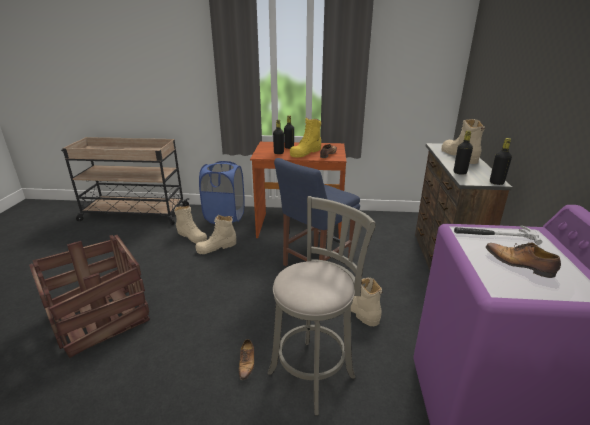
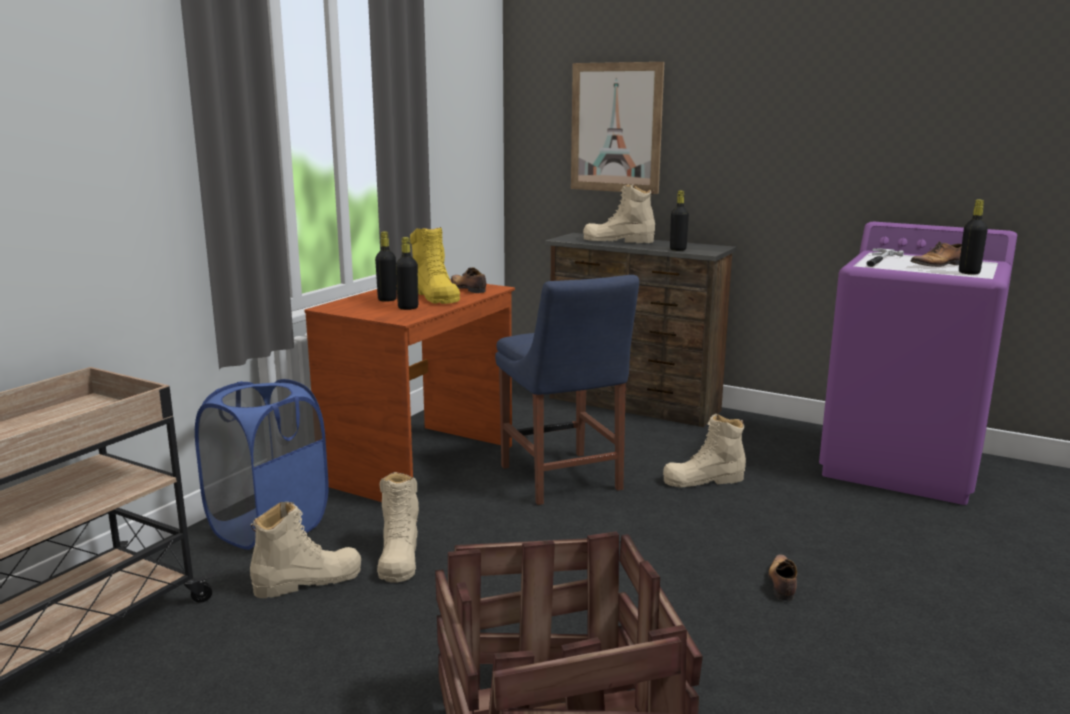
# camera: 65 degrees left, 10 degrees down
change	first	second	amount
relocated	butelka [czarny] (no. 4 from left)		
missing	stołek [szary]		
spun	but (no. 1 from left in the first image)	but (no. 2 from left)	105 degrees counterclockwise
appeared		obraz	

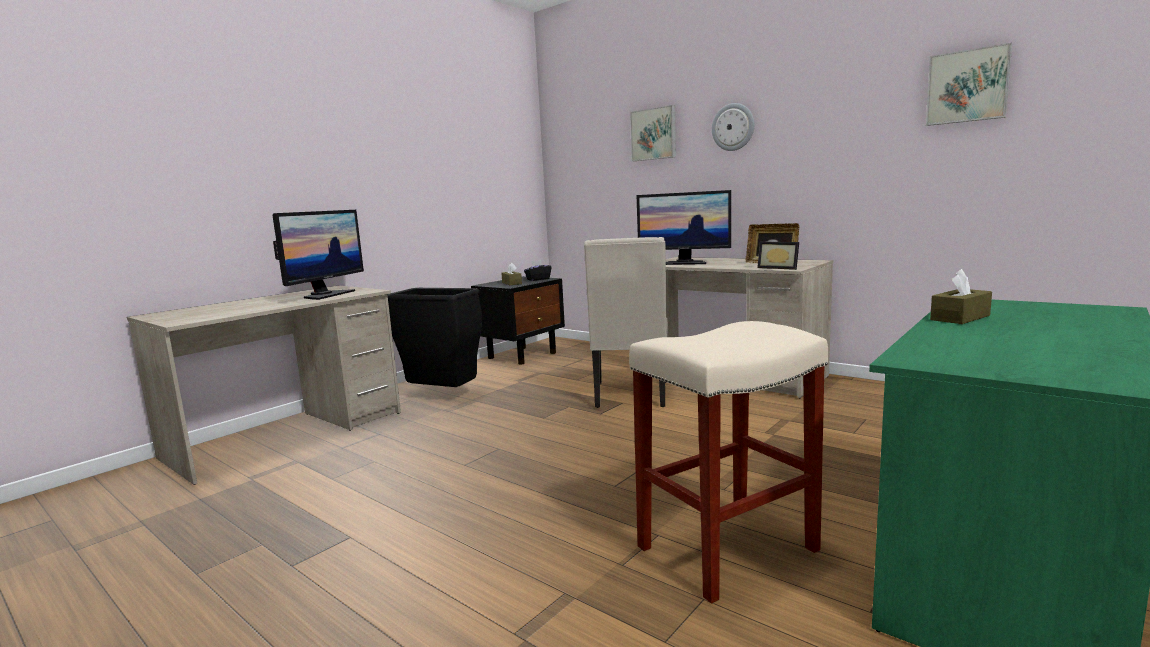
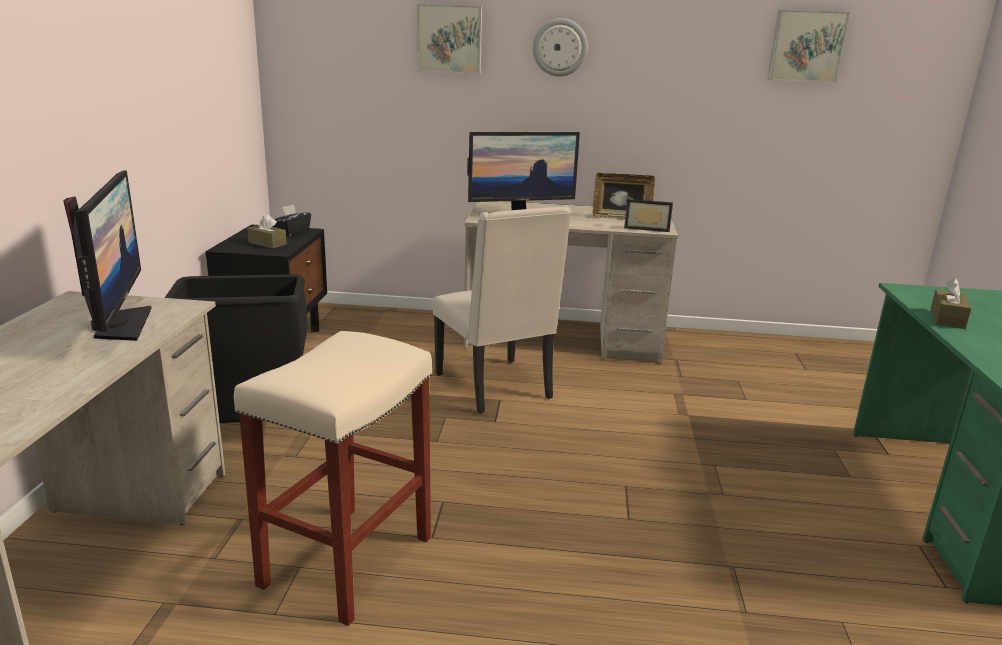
# camera: 35 degrees left, 10 degrees up
change	first	second	amount
relocated	stołek [beżowy]		

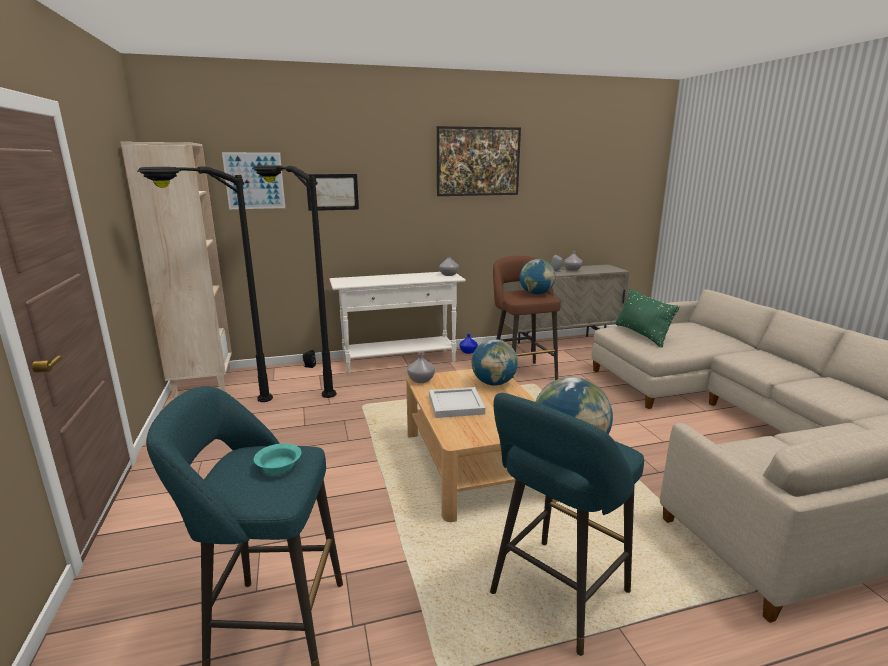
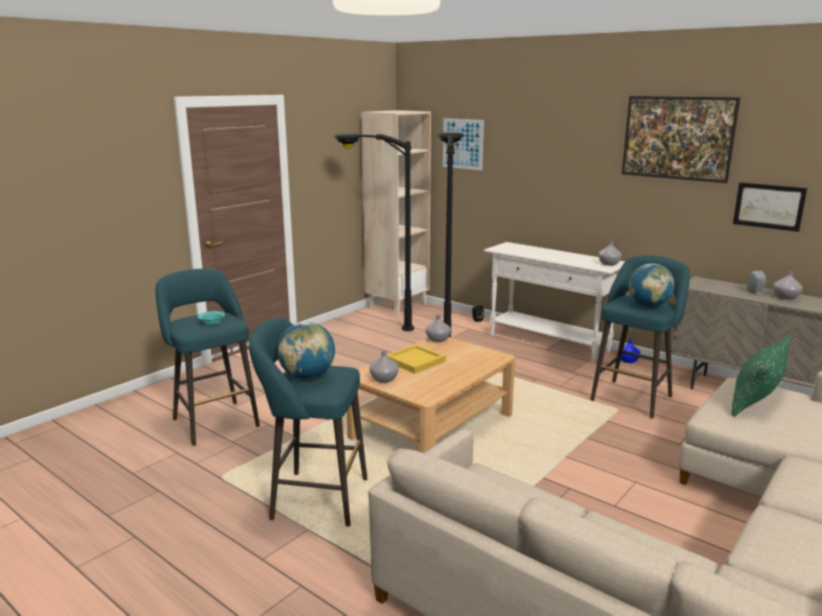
# camera: 55 degrees right, 0 degrees up
change	first	second	amount
relocated	obraz (no. 2 from left in the first image)	obraz (no. 3 from left)	
colour	stołek [brązowy]	stołek [turkusowy] (no. 3 from left)	
missing	globus (no. 1 from left)		
colour	taca [biały]	taca [żółty]	
appeared		wazon [szary] (no. 1 from left)	

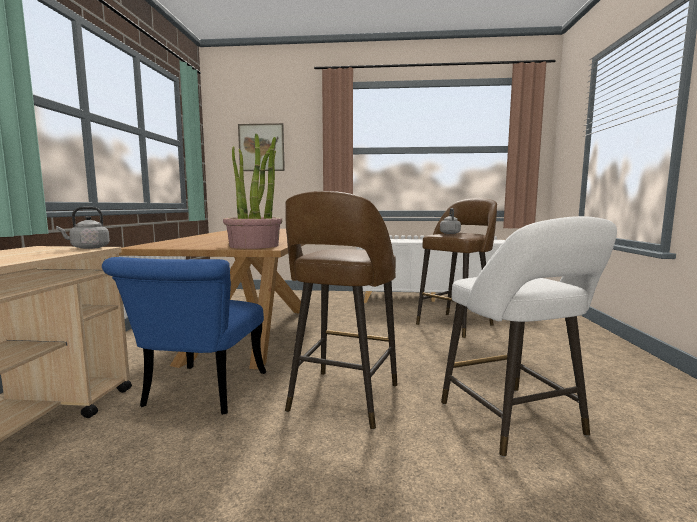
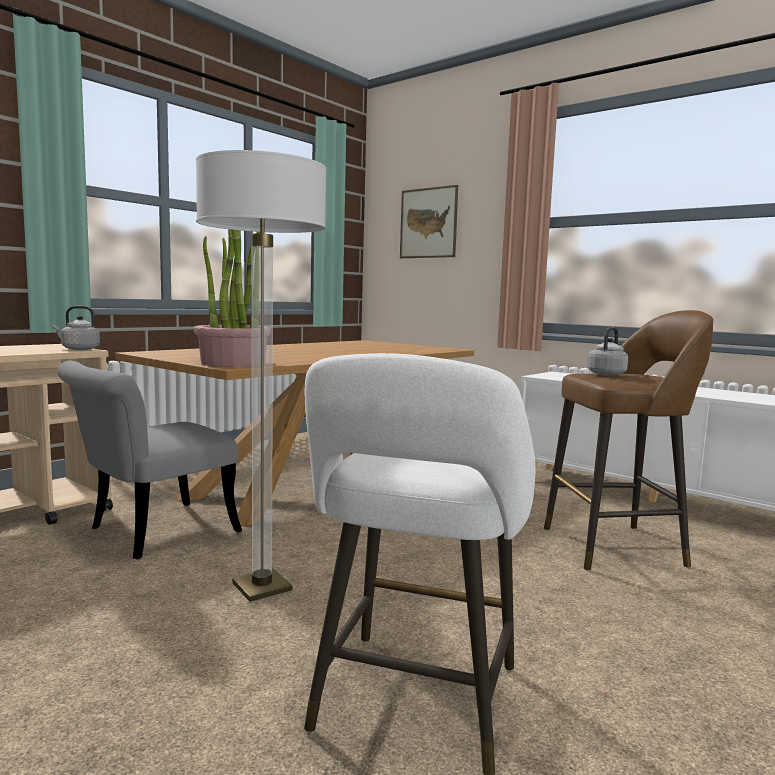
# camera: 35 degrees right, 0 degrees up
change	first	second	amount
exchanged	stołek [brązowy] (no. 1 from left)	lampa stojąca	
colour	krzesło [niebieski]	krzesło [szary]	

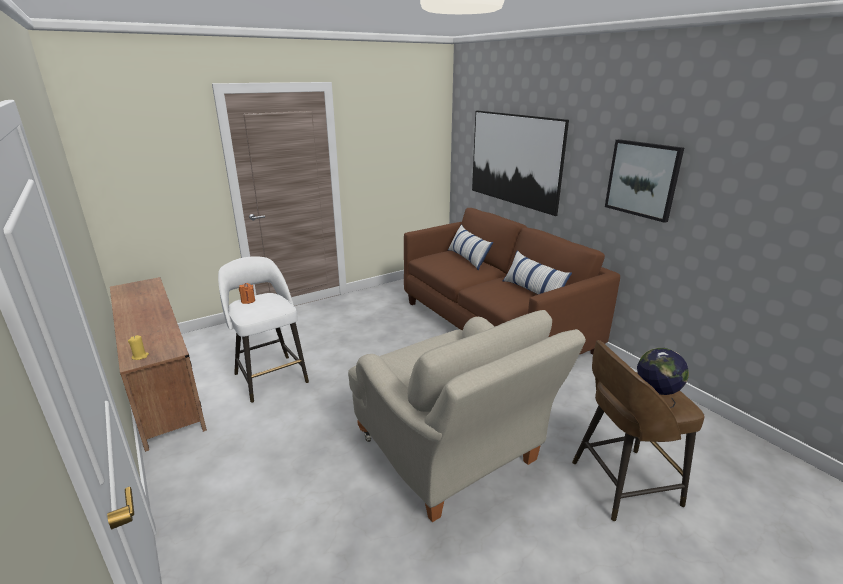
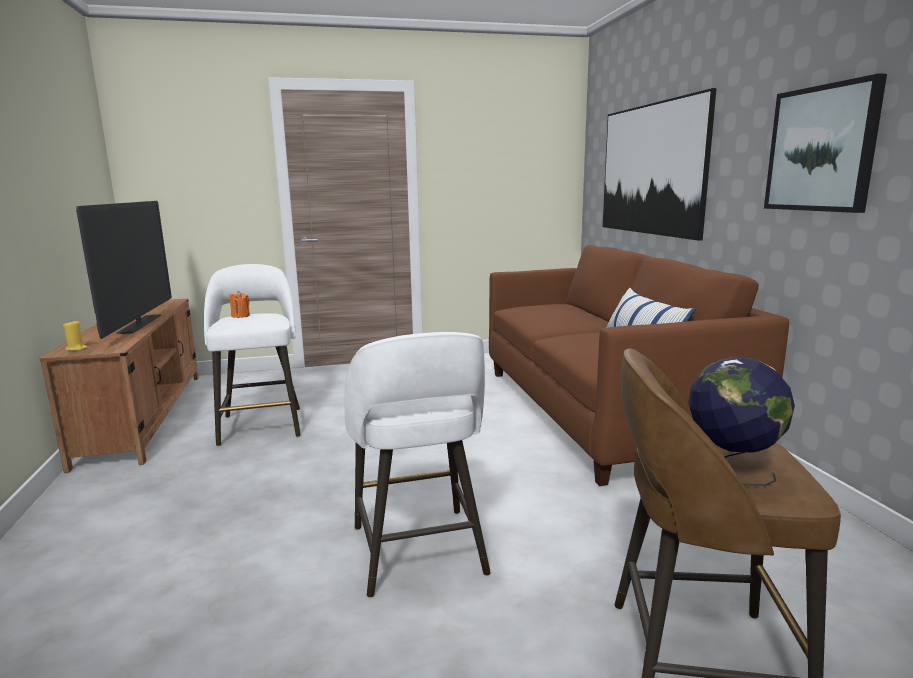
# camera: 20 degrees right, 10 degrees down
change	first	second	amount
missing	poduszka (no. 1 from left)		
exchanged	fotel [beżowy]	stołek [biały] (no. 2 from left)	
appeared		telewizor	

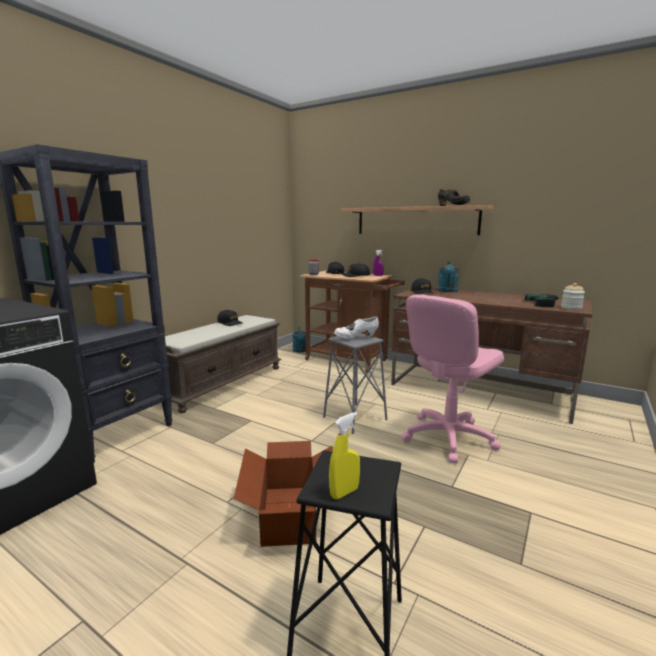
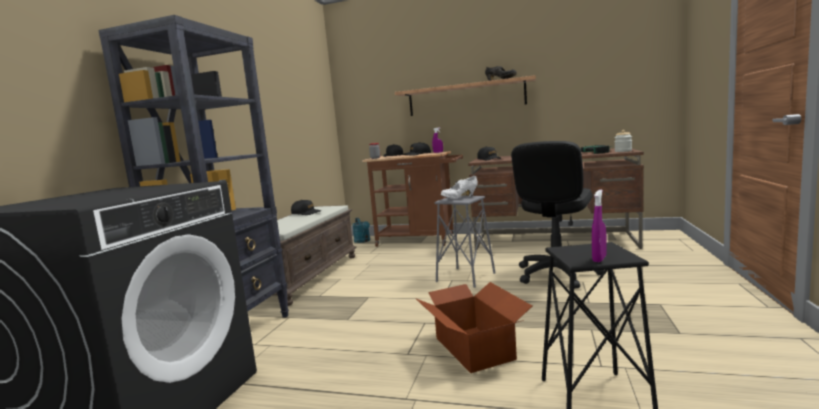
# camera: 15 degrees left, 5 degrees down
change	first	second	amount
missing	konewka [turkusowy] (no. 2 from left)		
colour	krzesło biurowe [różowy]	krzesło biurowe [czarny]	
colour	spryskiwacz [żółty]	spryskiwacz [fioletowy] (no. 2 from left)	

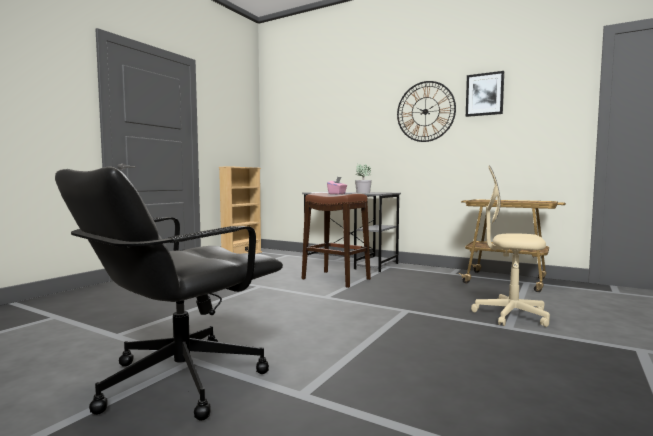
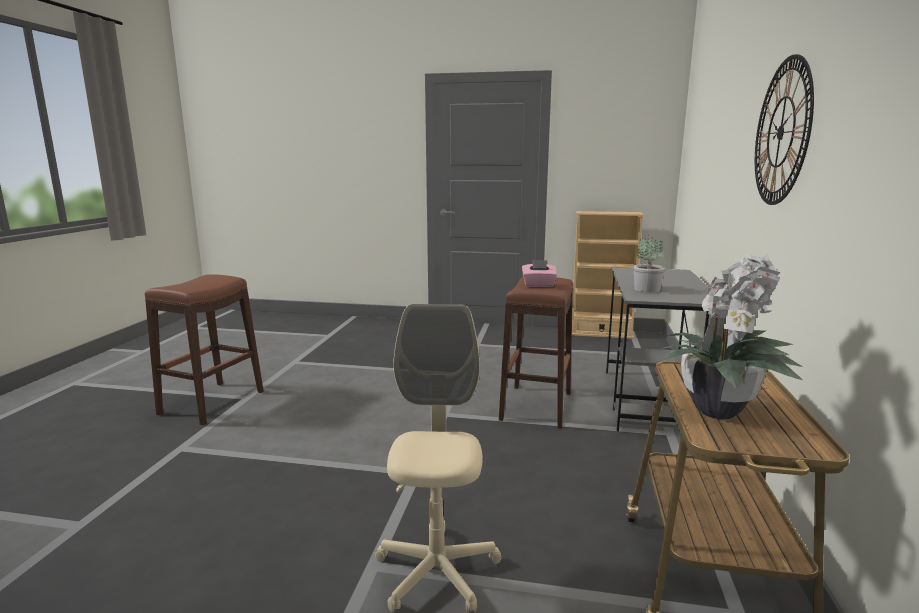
# camera: 70 degrees right, 10 degrees up
change	first	second	amount
missing	obraz		
exchanged	krzesło biurowe [czarny]	stołek [brązowy] (no. 1 from left)	
appeared		roślina doniczkowa (no. 2 from left)	

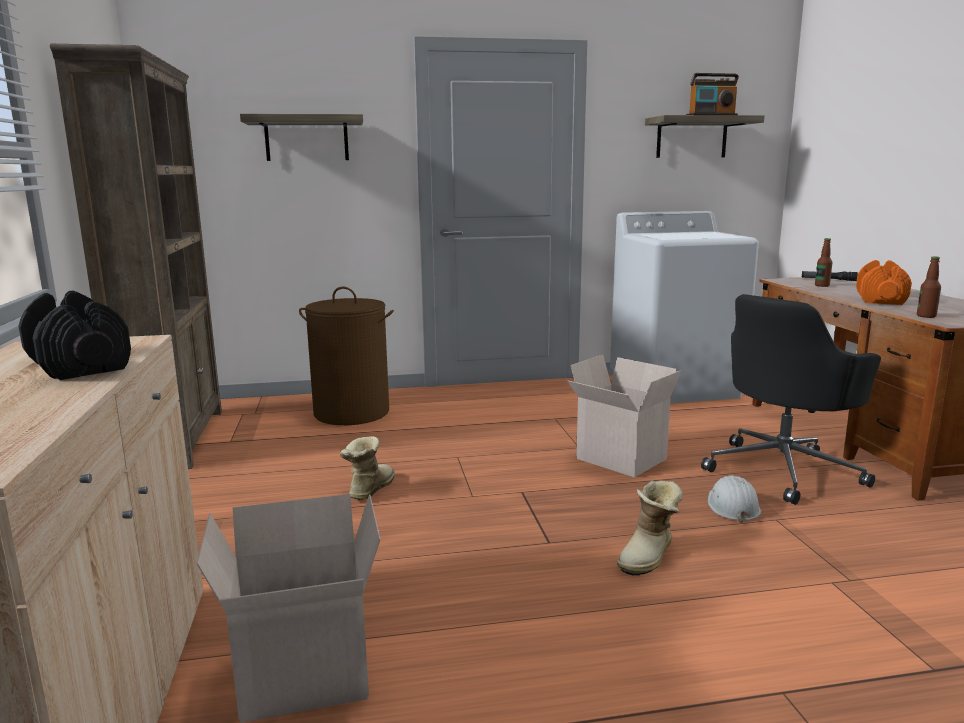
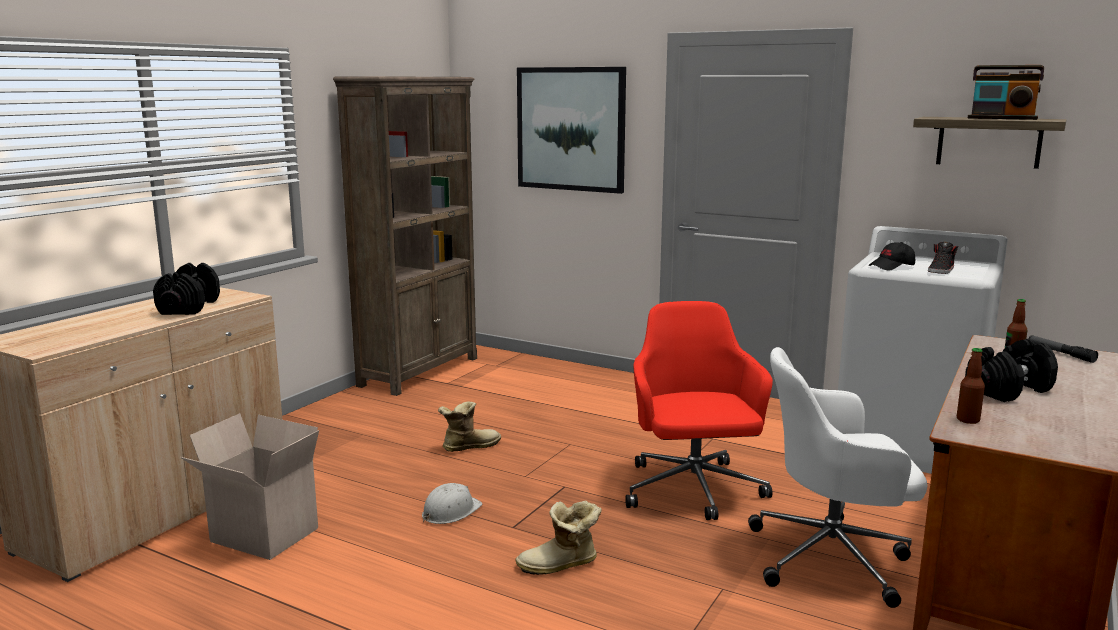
# camera: 40 degrees right, 0 degrees up
change	first	second	amount
exchanged	półka (no. 1 from left)	obraz	
colour	hantel [pomarańczowy]	hantel [czarny] (no. 2 from left)	
missing	kosz na pranie [brązowy]		
colour	krzesło biurowe [czarny]	krzesło biurowe [biały]	
exchanged	karton (no. 2 from left)	krzesło biurowe [czerwony]	
relocated	kask [biały]		
appeared		czapka z daszkiem [czarny]	
appeared		but [czarny]	

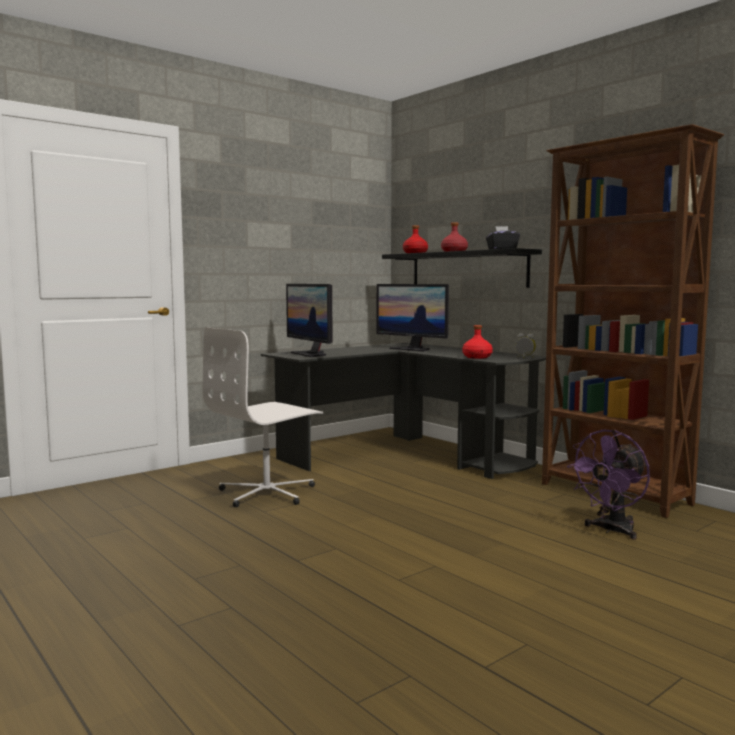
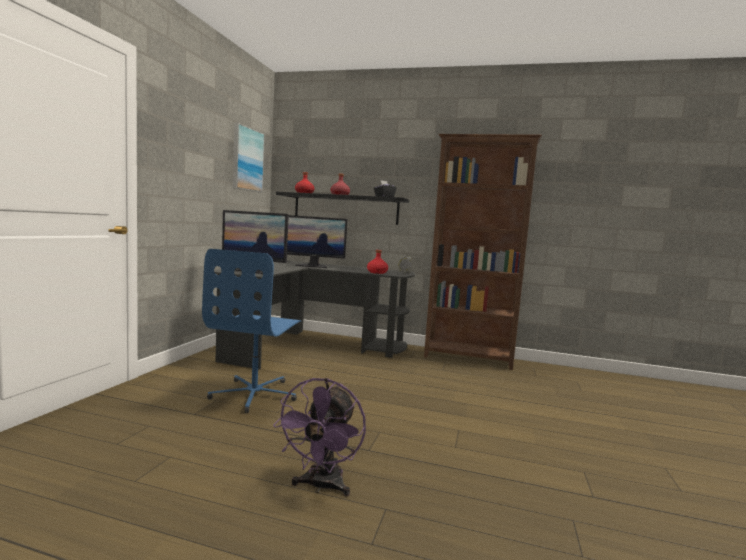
# camera: 35 degrees left, 0 degrees up
change	first	second	amount
colour	krzesło biurowe [biały]	krzesło biurowe [niebieski]	
relocated	wentylator [fioletowy]		
appeared		obraz	

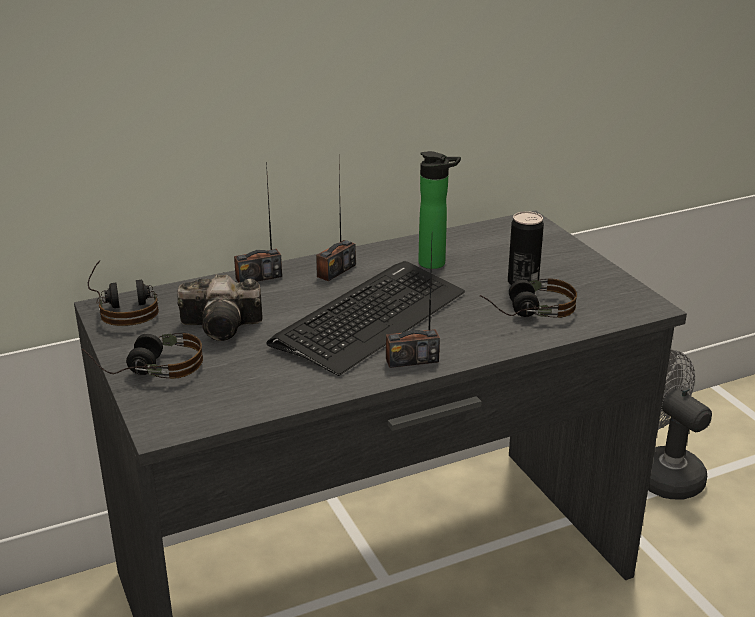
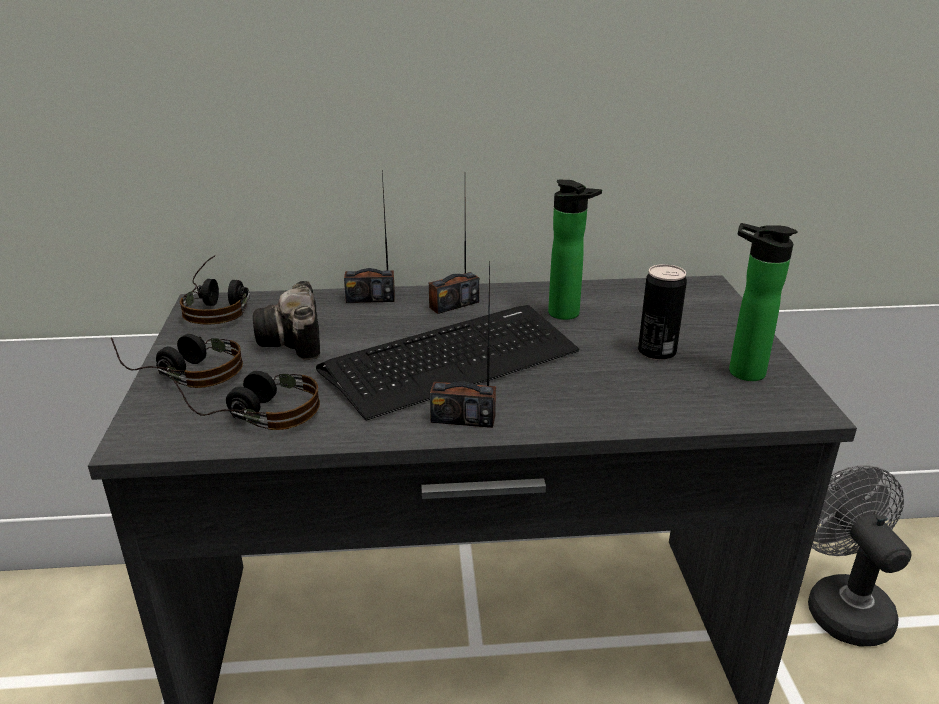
# camera: 20 degrees right, 0 degrees up
change	first	second	amount
spun	aparat fotograficzny		60 degrees clockwise
relocated	słuchawki (no. 3 from left)		
appeared		butelka (no. 2 from left)	

